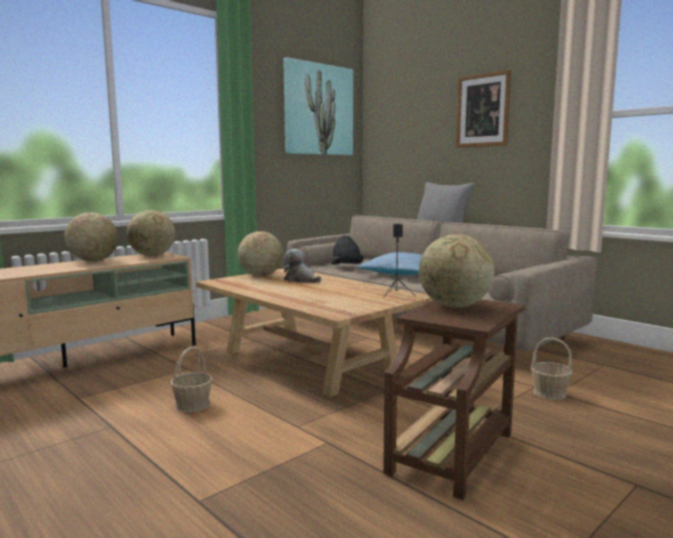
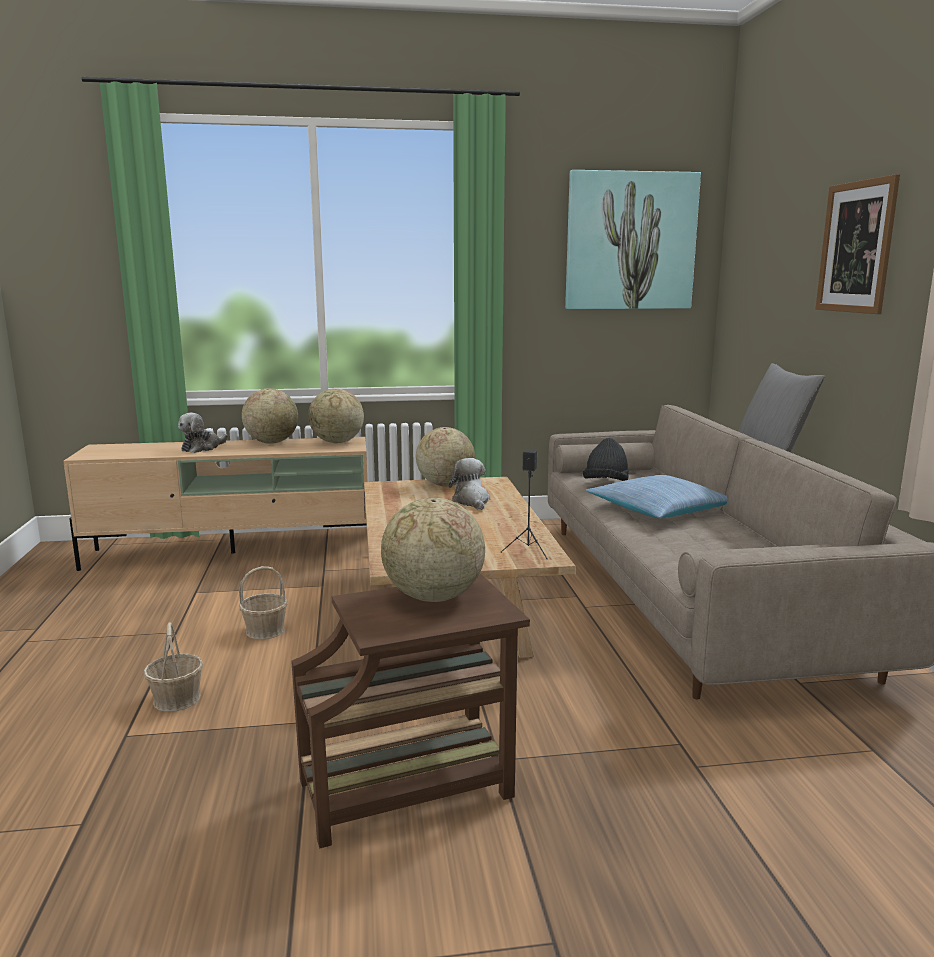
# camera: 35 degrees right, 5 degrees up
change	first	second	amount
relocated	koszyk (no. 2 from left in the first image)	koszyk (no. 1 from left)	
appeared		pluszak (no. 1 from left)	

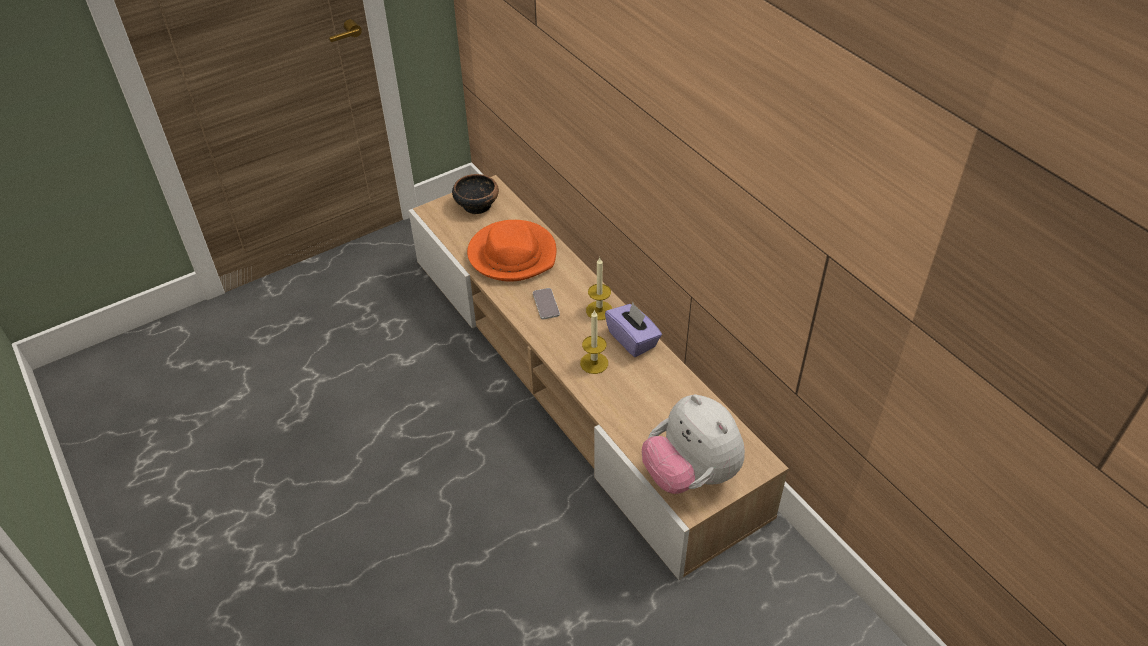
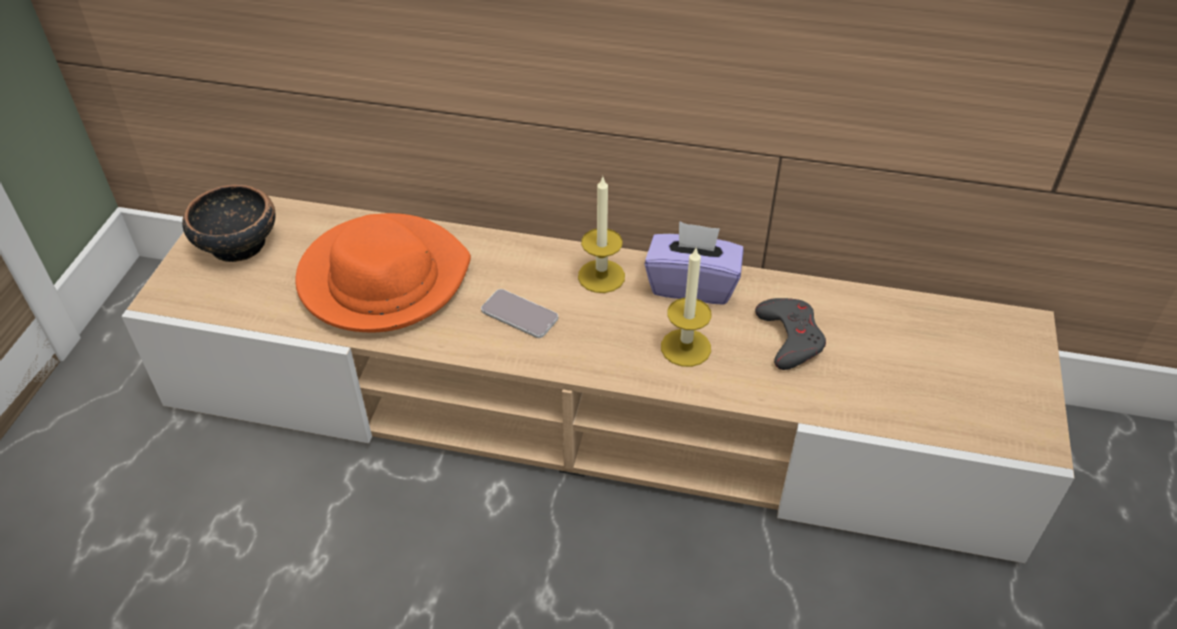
# camera: 45 degrees left, 0 degrees up
change	first	second	amount
missing	pluszak		
appeared		pad do gier [szary]	

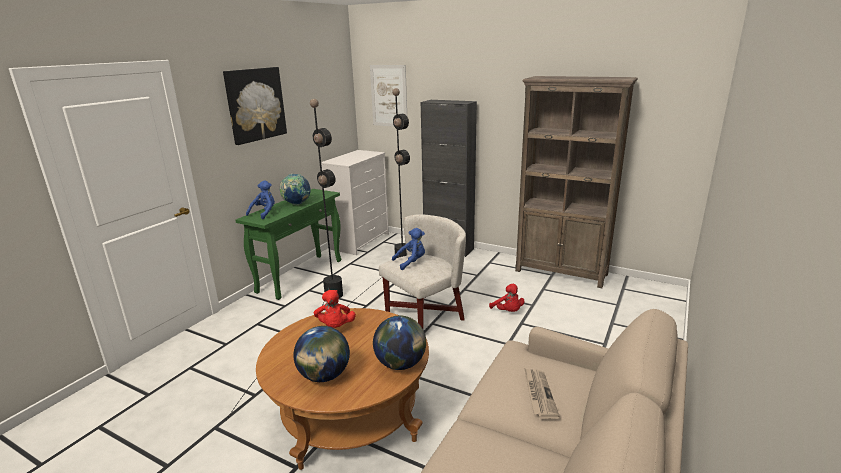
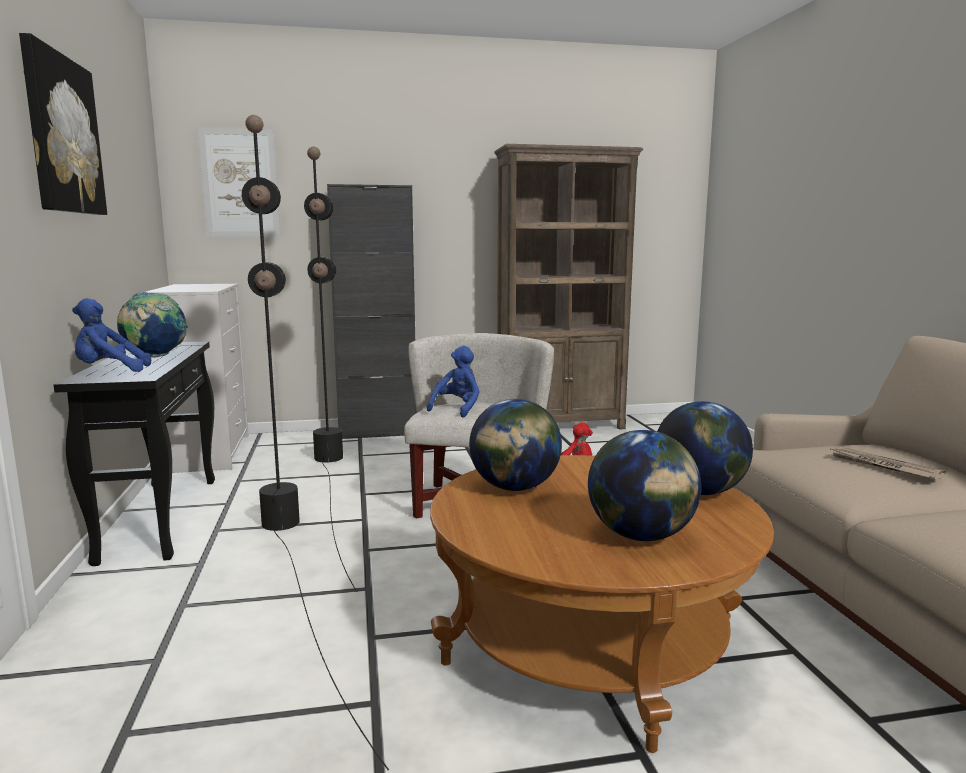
# camera: 40 degrees left, 10 degrees down
change	first	second	amount
spun	pluszak [niebieski] (no. 1 from left)		90 degrees counterclockwise
colour	stolik konsolowy [zielony]	stolik konsolowy [czarny]	
exchanged	pluszak [czerwony] (no. 1 from left)	globus (no. 2 from left)	

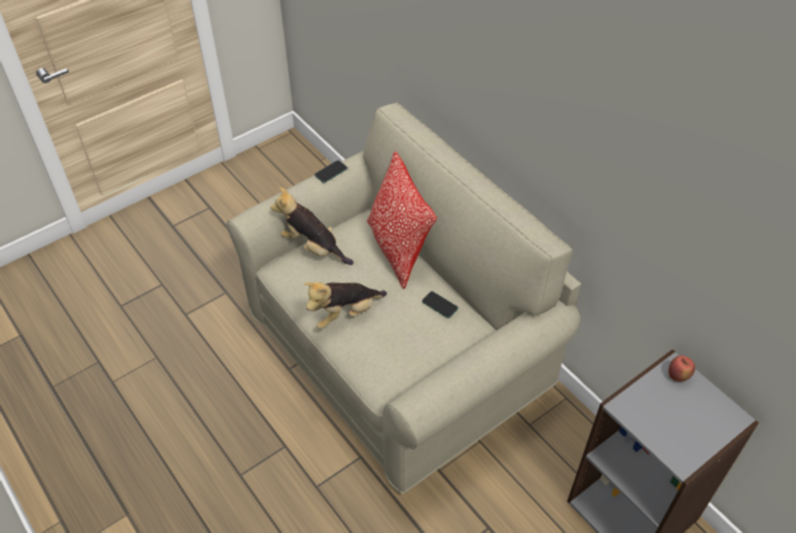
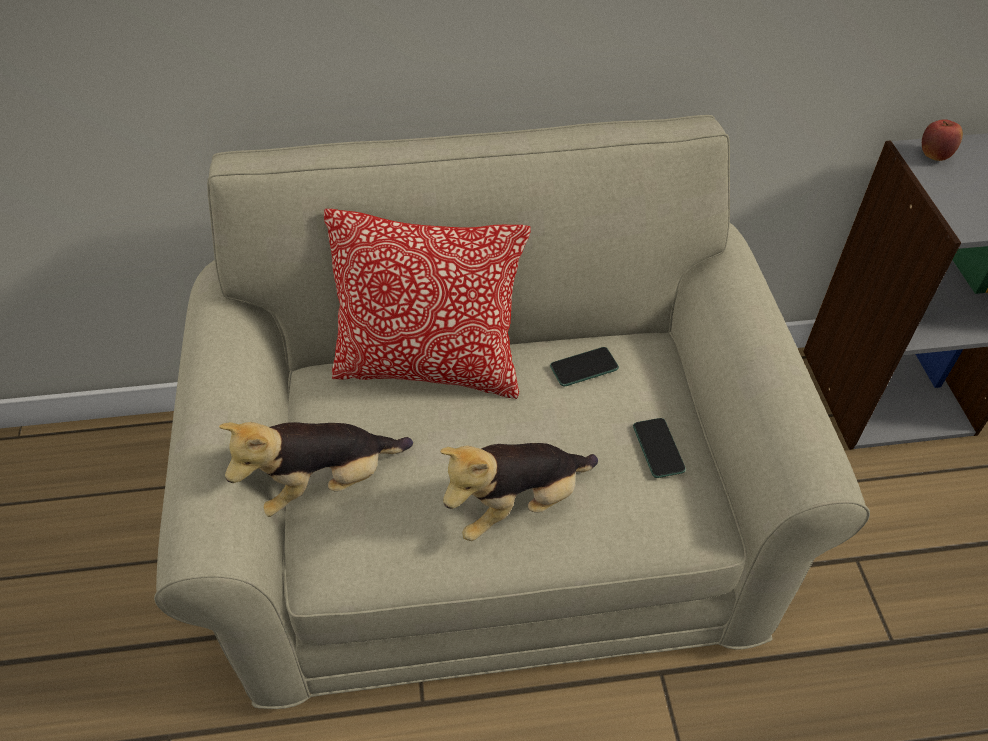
# camera: 60 degrees left, 0 degrees up
change	first	second	amount
relocated	telefon (no. 1 from left in the first image)	telefon (no. 2 from left)	
spun	pluszak (no. 2 from left)		60 degrees clockwise

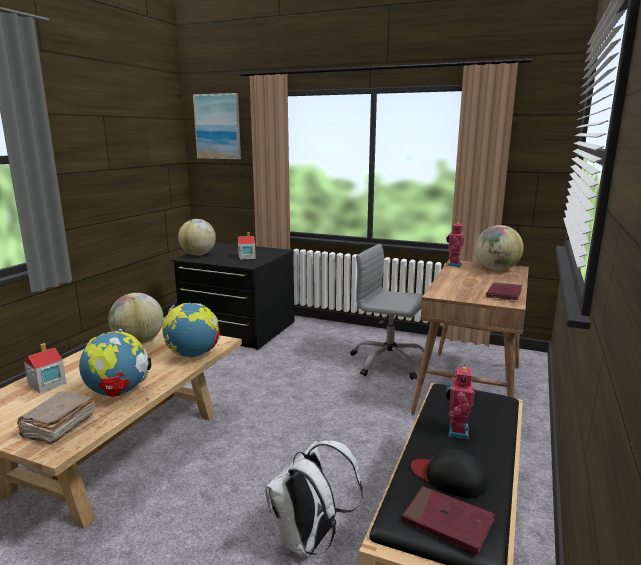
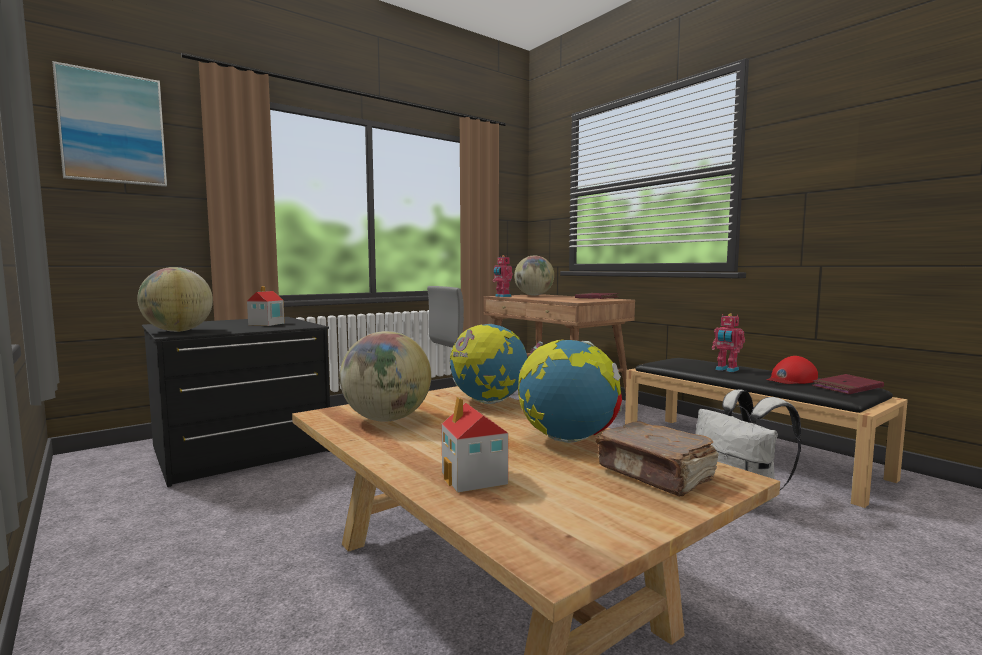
# camera: 60 degrees left, 10 degrees down
change	first	second	amount
colour	czapka z daszkiem [czarny]	czapka z daszkiem [czerwony]	

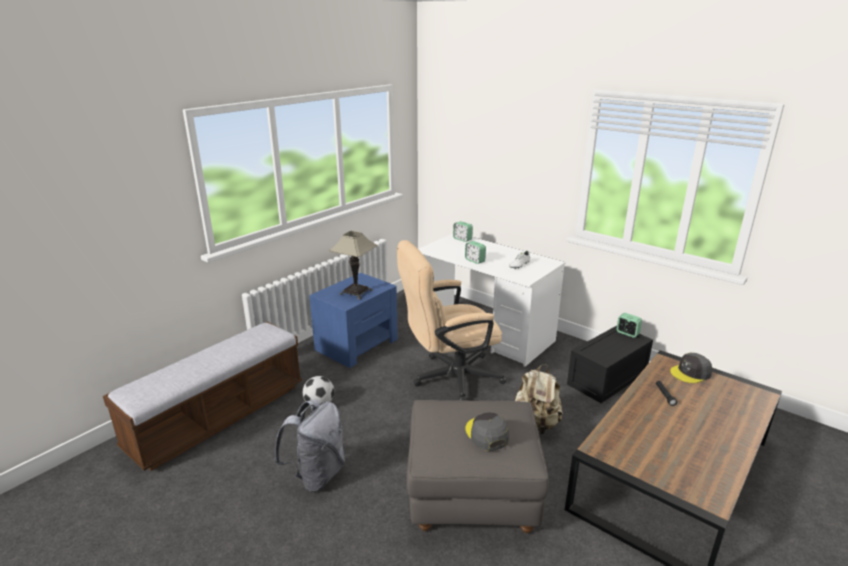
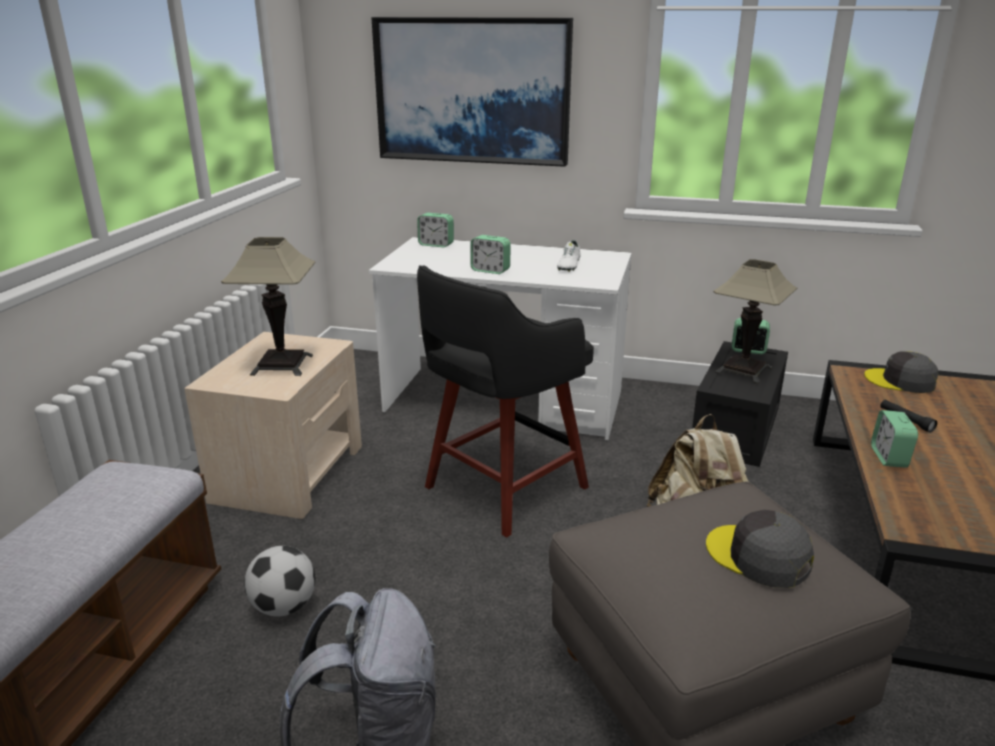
# camera: 25 degrees left, 0 degrees up
change	first	second	amount
exchanged	krzesło biurowe [beżowy]	stołek [czarny]	
colour	szafka nocna [niebieski]	szafka nocna [beżowy]	
spun	czapka z daszkiem [szary] (no. 2 from left)		75 degrees clockwise
appeared		obraz	
appeared		lampa stołowa (no. 2 from left)	
appeared		budzik (no. 4 from left)	

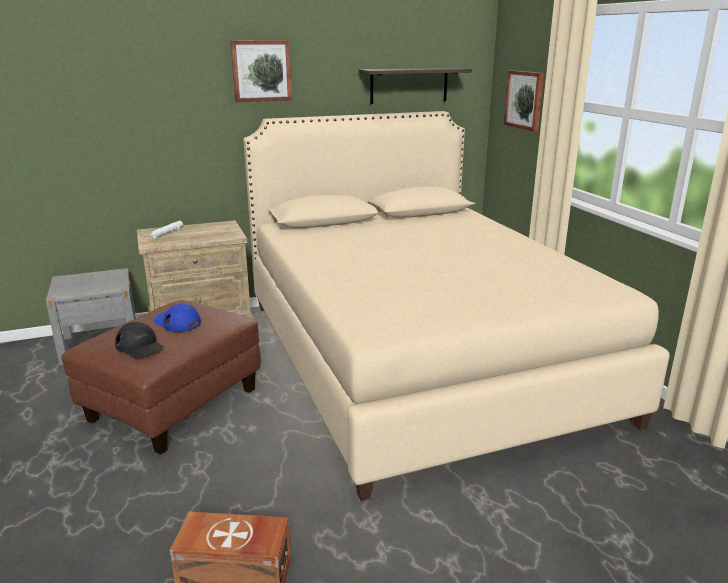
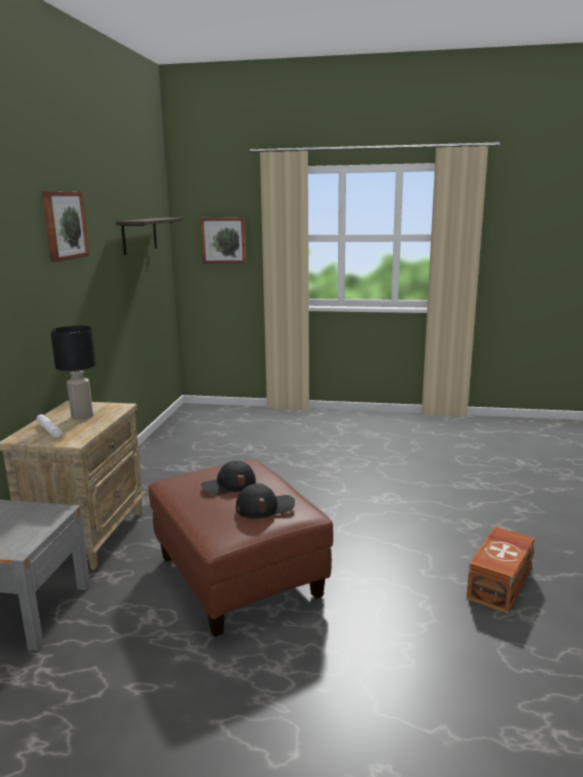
# camera: 60 degrees left, 5 degrees down
change	first	second	amount
missing	łóżko [beżowy]		
colour	czapka z daszkiem [niebieski]	czapka z daszkiem [czarny] (no. 1 from left)	
appeared		lampa stołowa [czarny]	

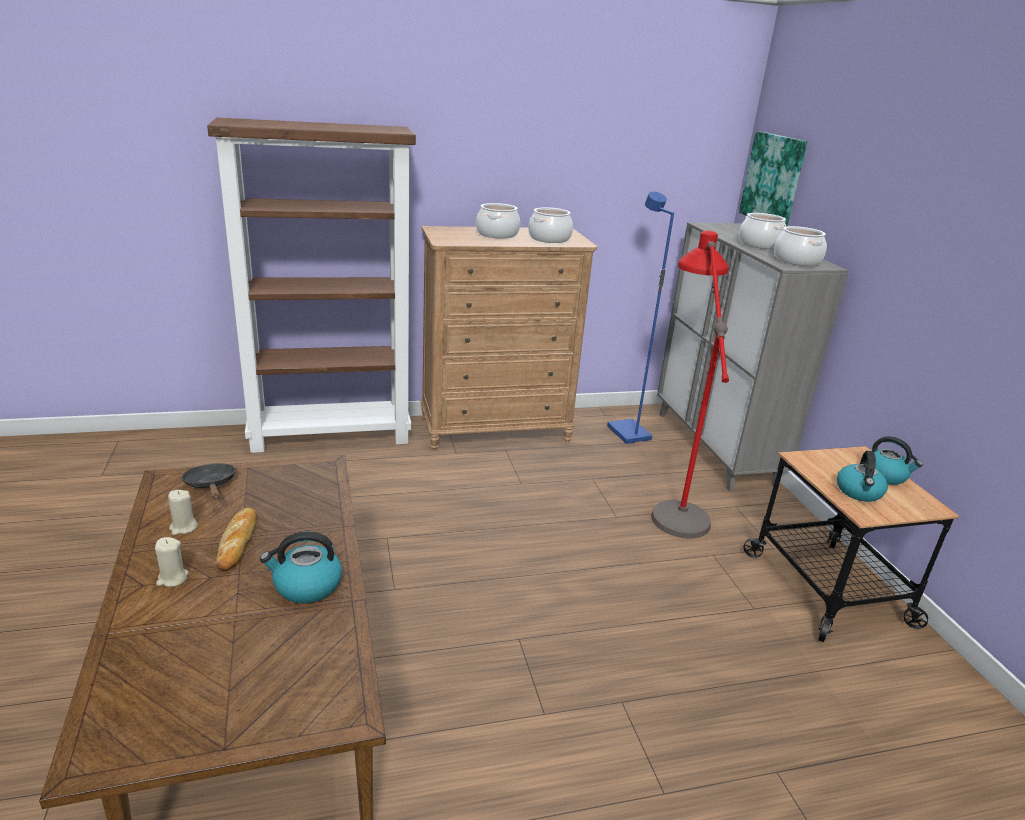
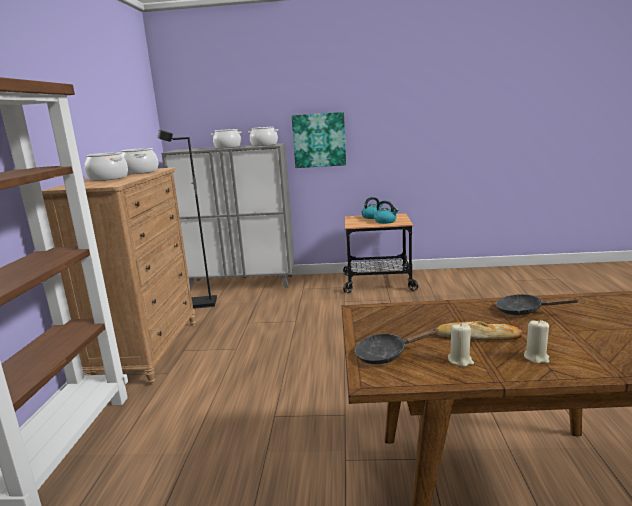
# camera: 70 degrees left, 10 degrees down
change	first	second	amount
relocated	obraz		
colour	lampa stojąca [niebieski]	lampa stojąca [czarny]	
missing	lampa stojąca [czerwony]		
exchanged	czajnik (no. 1 from left)	patelnia [czarny] (no. 2 from left)	

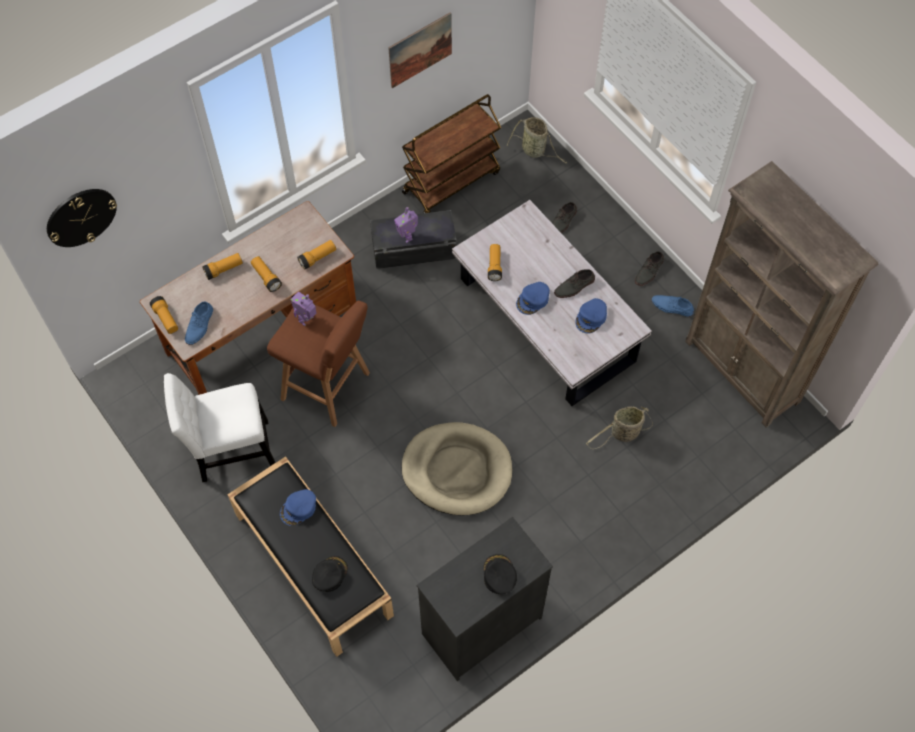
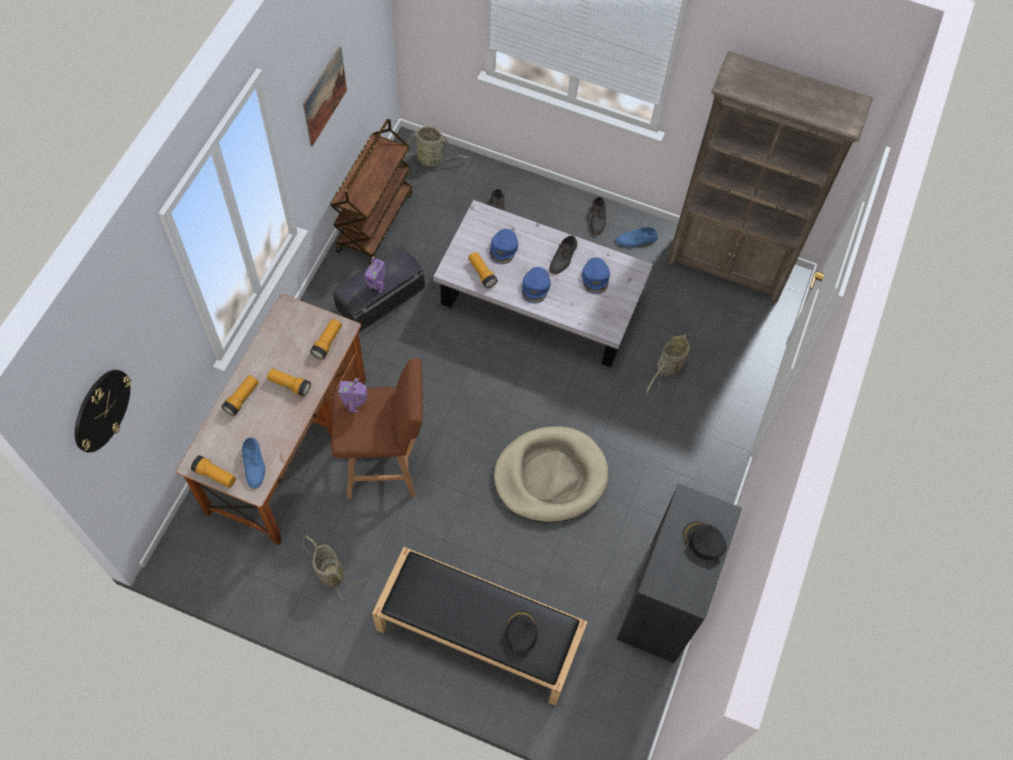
# camera: 35 degrees left, 0 degrees up
change	first	second	amount
exchanged	krzesło [biały]	koszyk (no. 1 from left)	
relocated	czapka z daszkiem [niebieski] (no. 1 from left)		

